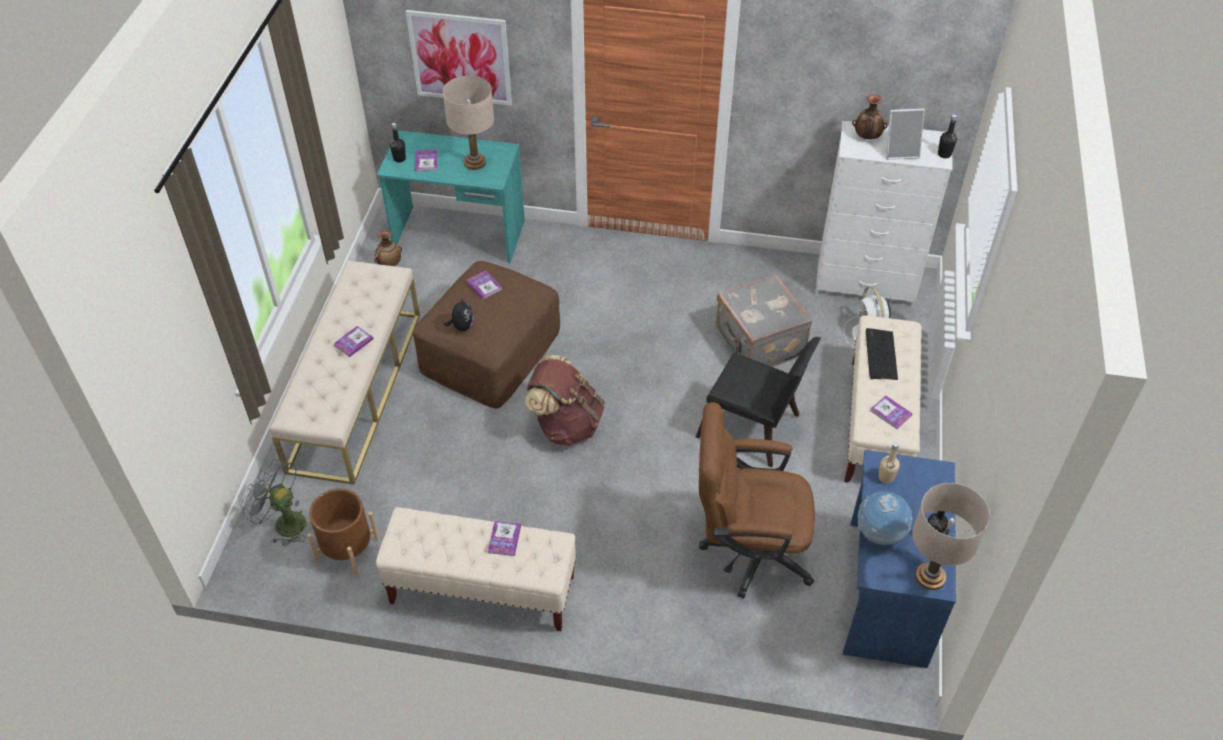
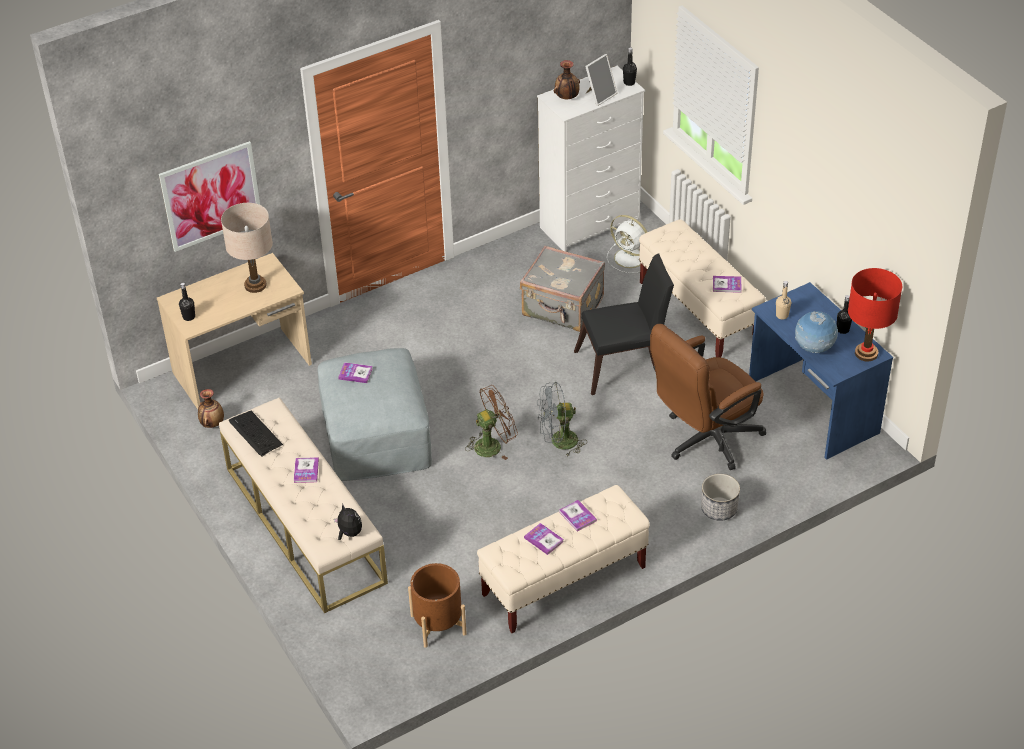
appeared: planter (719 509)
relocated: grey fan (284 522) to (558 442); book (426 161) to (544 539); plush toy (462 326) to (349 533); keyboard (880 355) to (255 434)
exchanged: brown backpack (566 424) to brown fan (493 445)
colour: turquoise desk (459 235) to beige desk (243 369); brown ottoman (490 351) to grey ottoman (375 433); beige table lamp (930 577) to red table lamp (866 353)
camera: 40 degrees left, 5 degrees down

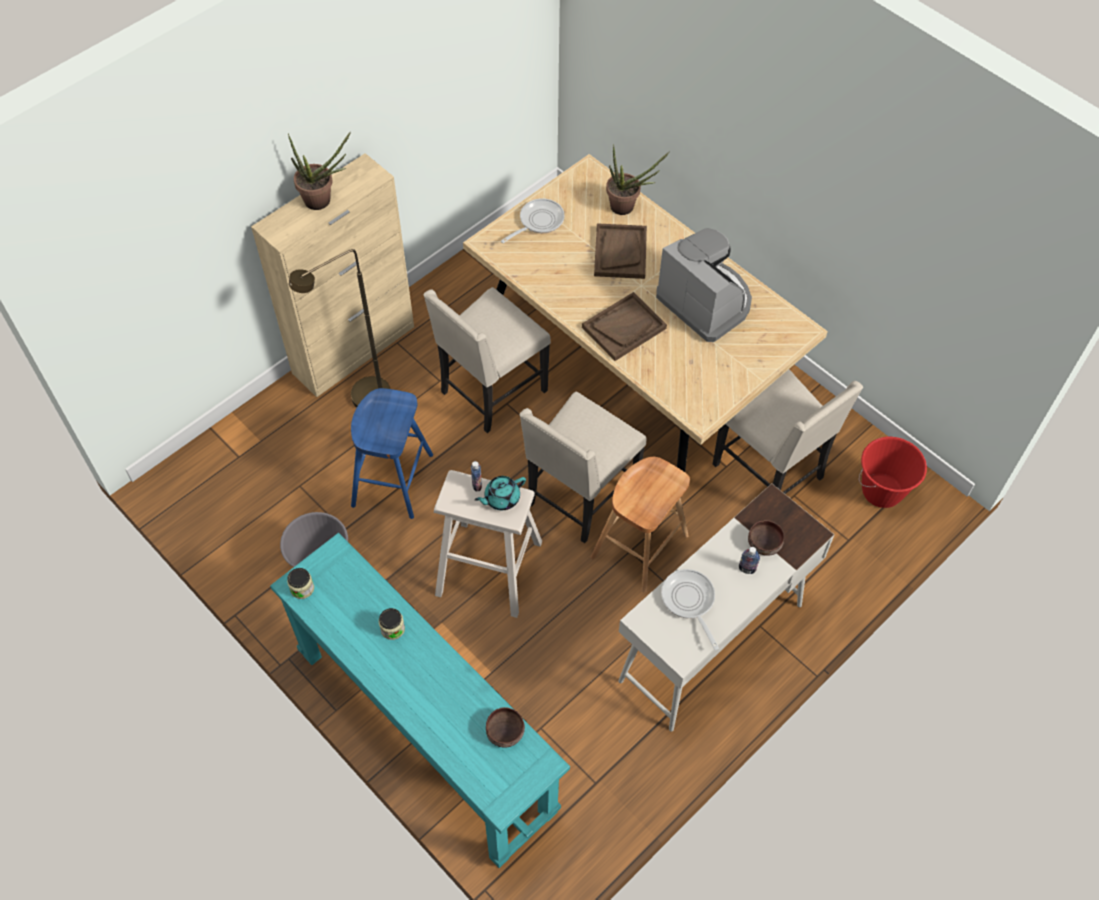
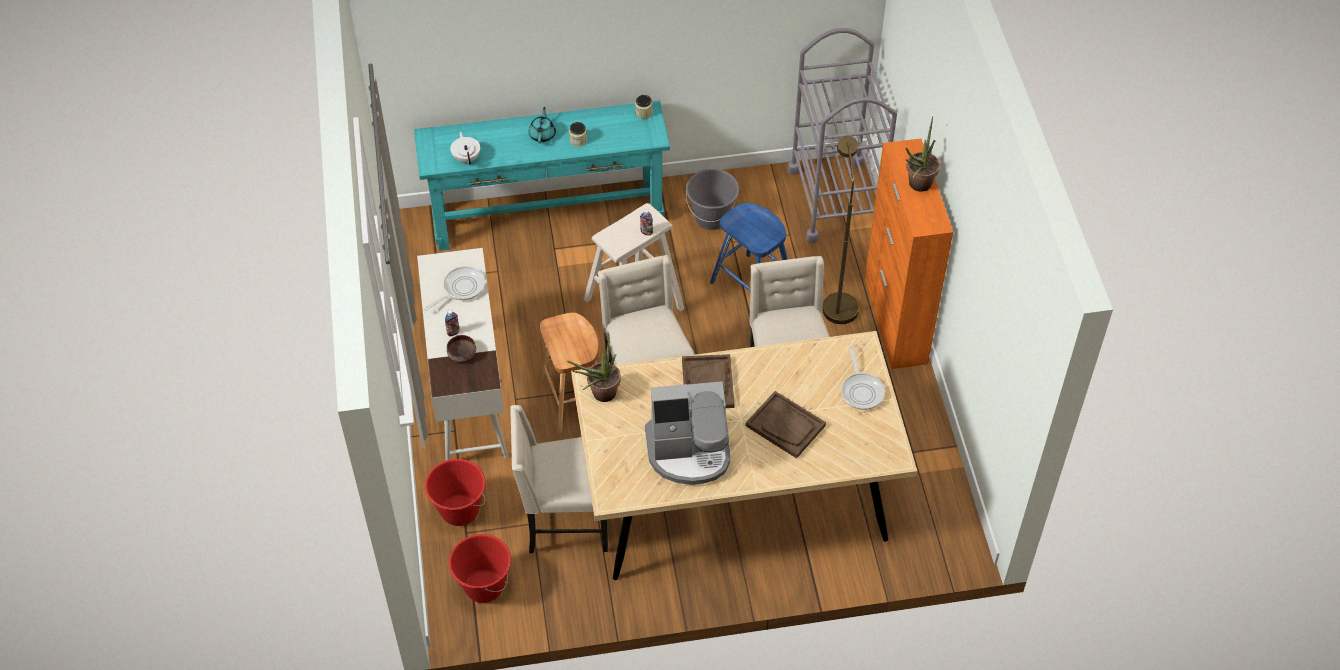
appeared: red bucket (459 510); grey cart (835 200)
relocated: turquoise teapot (501 498) to (542 134); potted plant (627 207) to (599 395)
exchanged: brown bowl (504 731) to white teapot (466 158)
colour: beige cabinet (354 349) to orange cabinet (895 321)
spun: frying pan (689 601) = (461 288) 60 degrees counterclockwise
camera: 125 degrees right, 5 degrees down

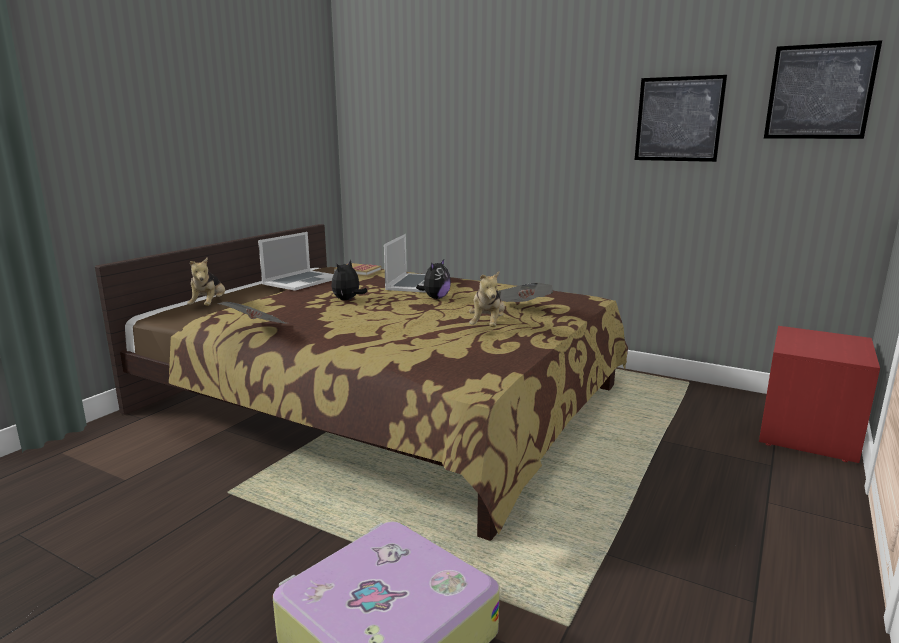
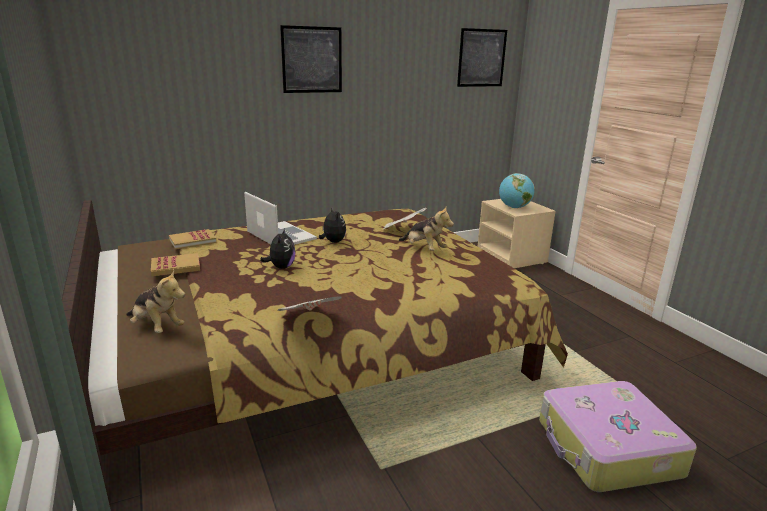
appeared: globe (514 207)
relocated: picture (678 119) to (312 60)
exchanged: laptop (301 281) to book (176 267)
colour: red nightstand (808 434) to beige nightstand (512 257)
spun: plush toy (348 300) = (281 267) 150 degrees counterclockwise
camera: 55 degrees left, 5 degrees up

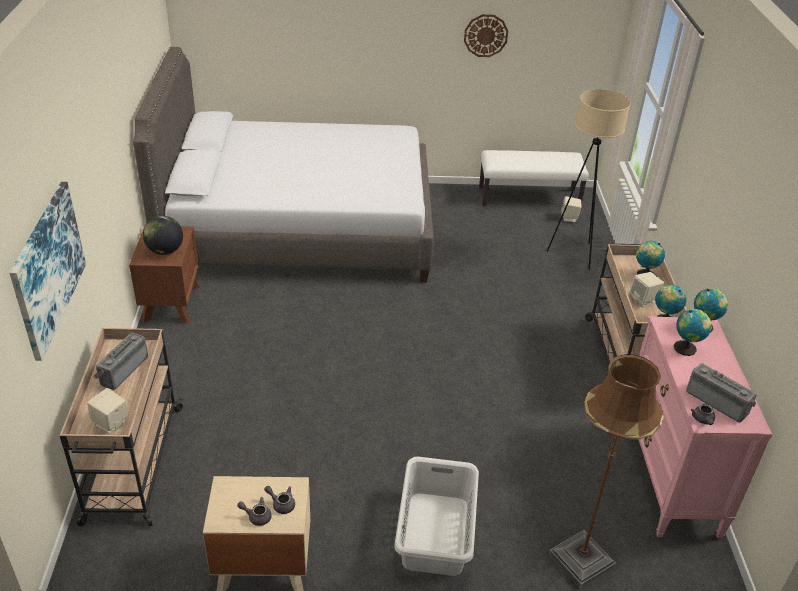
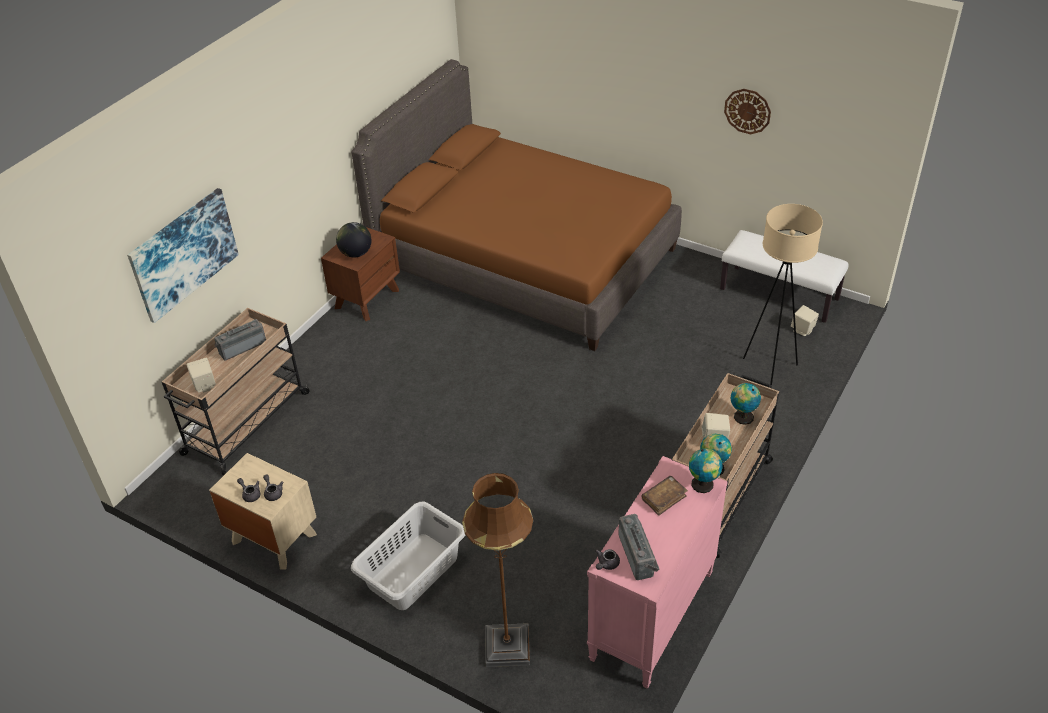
exchanged: globe (686 348) to brown book (664 498)
colour: grey bed (300 228) to brown bed (525 260)
camera: 35 degrees right, 5 degrees up

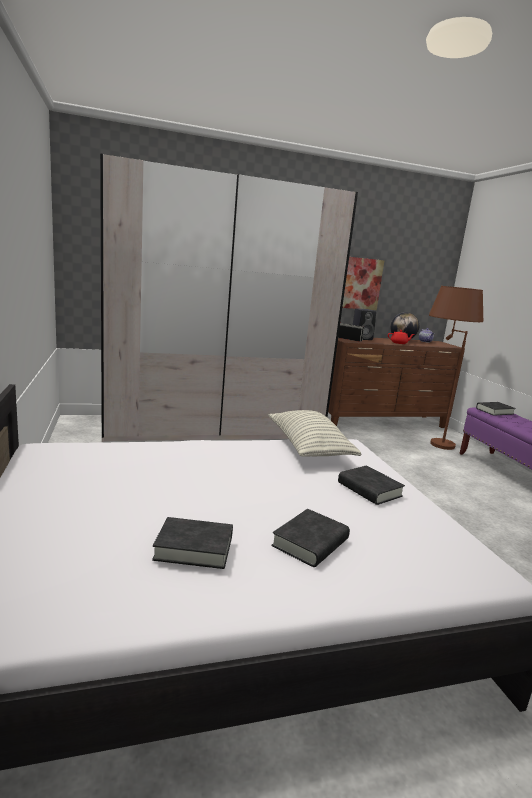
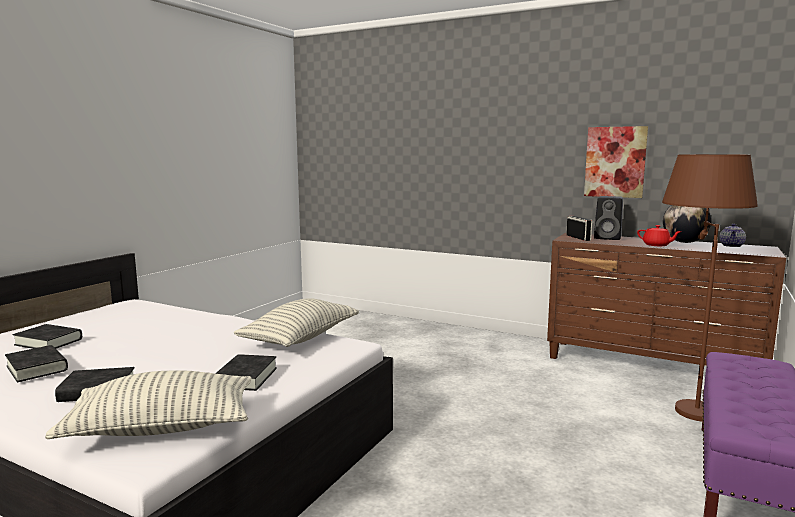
missing: beige wardrobe (214 427)
appeared: pillow (162 428)
relocated: black book (494 411) to (48 342)
camera: 45 degrees right, 5 degrees down

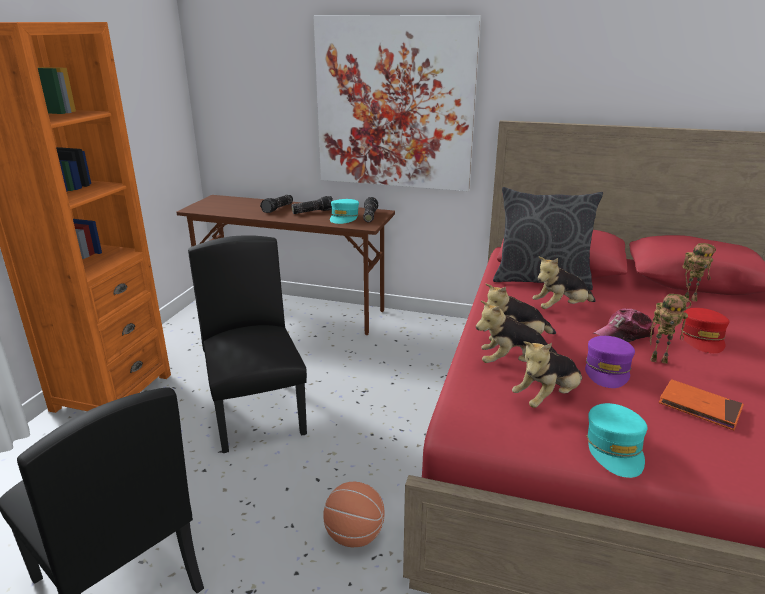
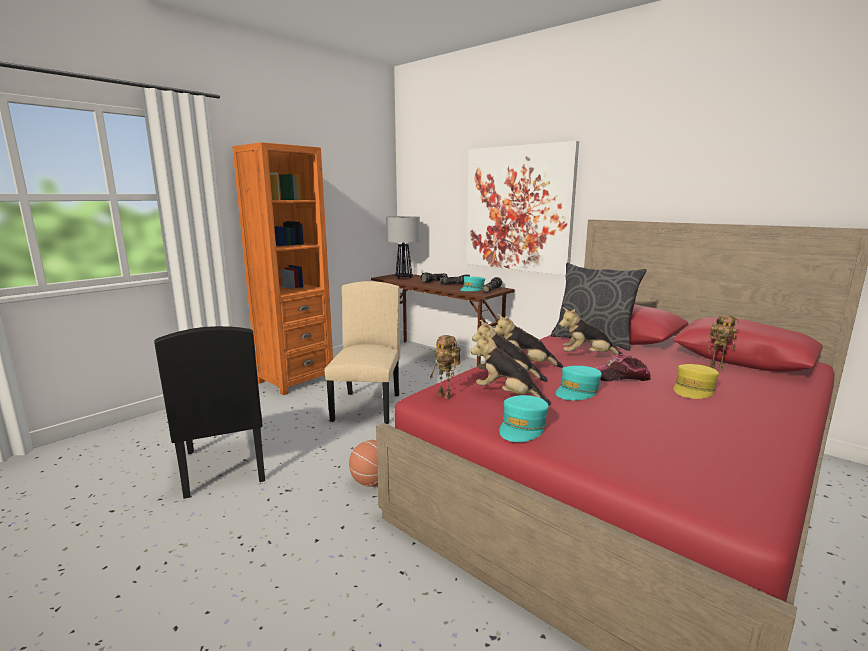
missing: orange book (699 407)
appeared: table lamp (403 277)
relocated: toy robot (659 360) to (446 396)
colour: black chair (258 414) to beige chair (367 407); purple cap (607 370) to turquoise cap (577 391); red cap (702 338) to yellow cap (694 389)
spun: plush toy (547 398) = (507 395) 45 degrees clockwise
camera: 25 degrees right, 10 degrees down

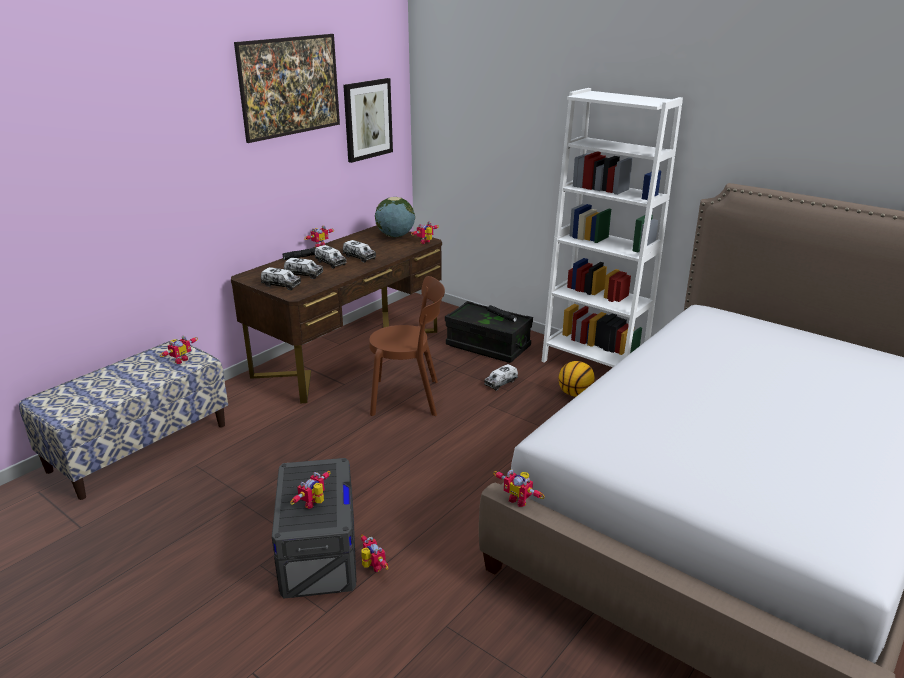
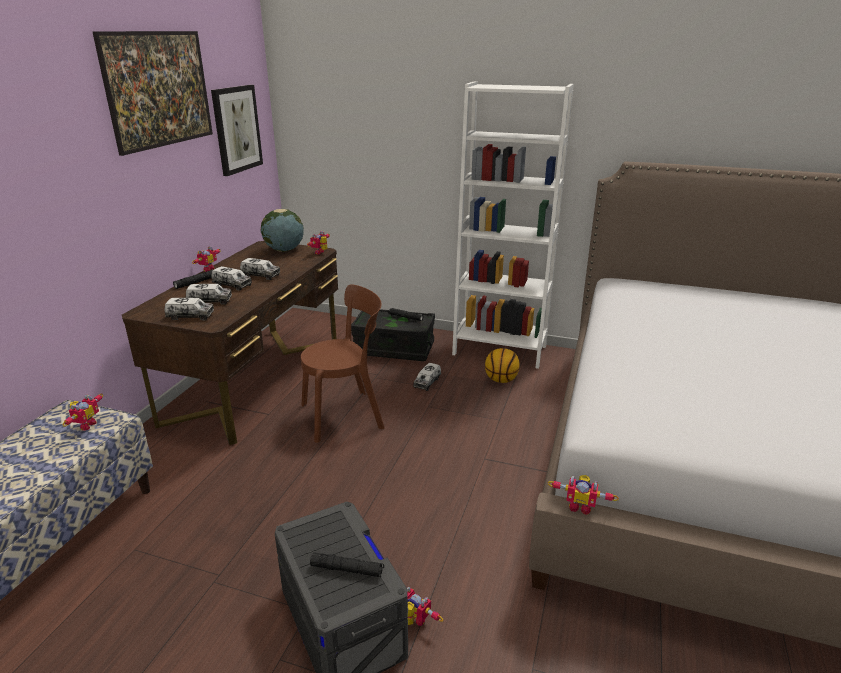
exchanged: toy robot (315 504) to black flashlight (347 569)
camera: 20 degrees left, 0 degrees up

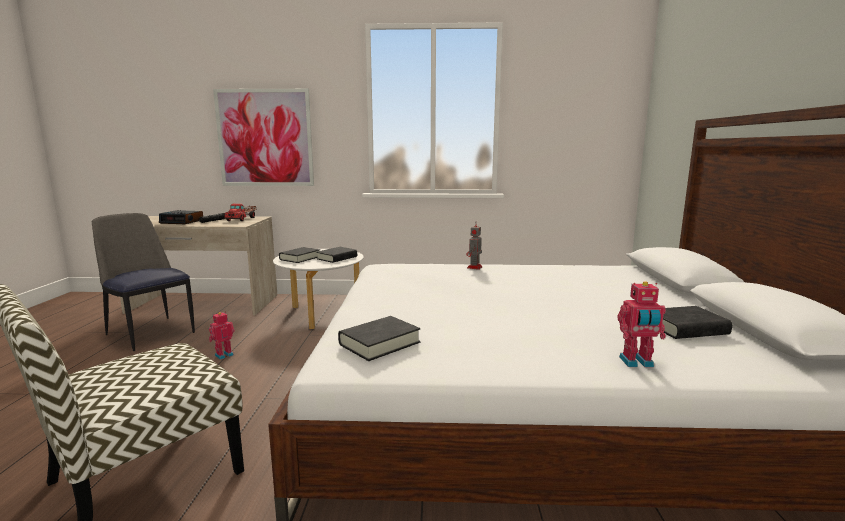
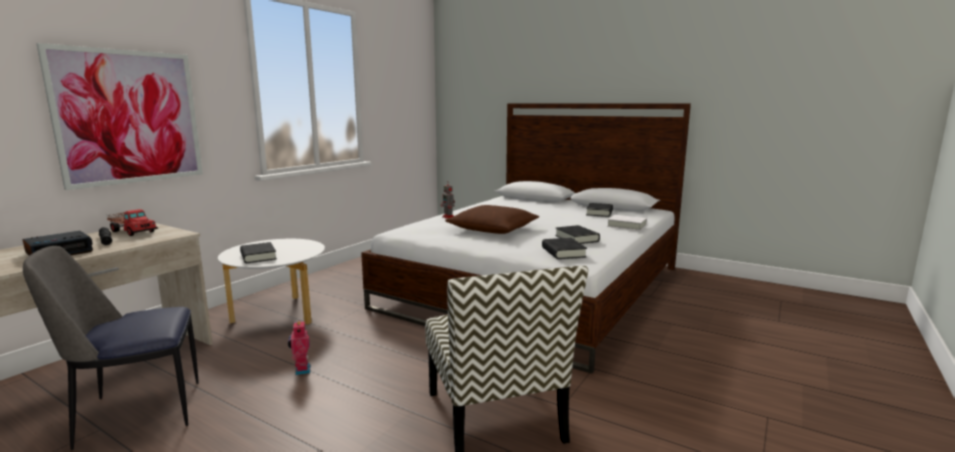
appeared: brown pillow (493 229)
relocated: black book (337 258) to (577 238)
exchanged: toy robot (637 363) to white book (626 226)
camera: 60 degrees left, 0 degrees up

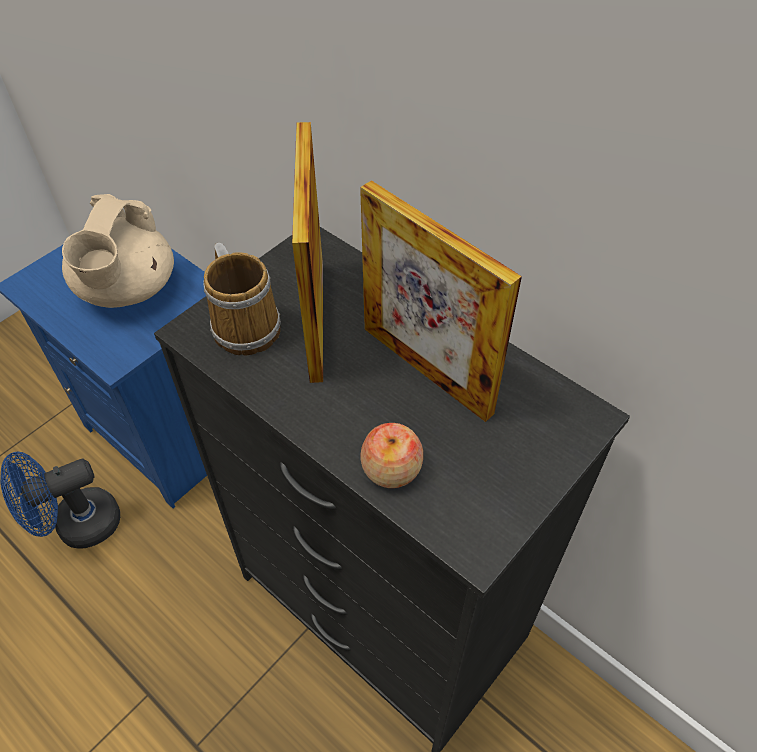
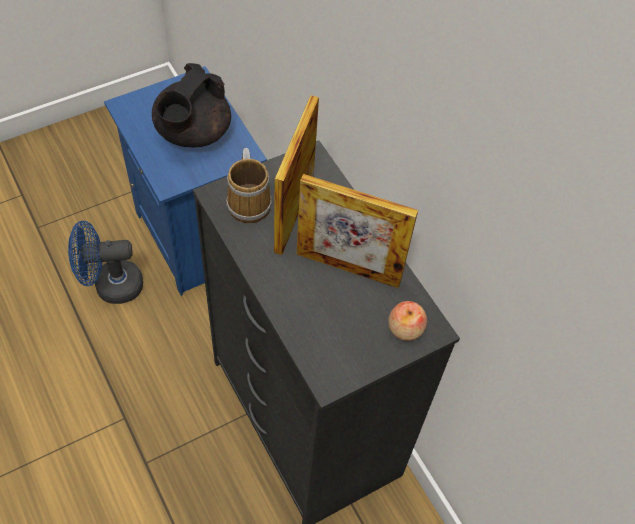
relocated: apple (391 469) to (405 328)
colour: beige teapot (127 290) to black teapot (192 133)
spun: picture frame (426 369) = (348 267) 45 degrees counterclockwise
camera: 15 degrees right, 5 degrees up

